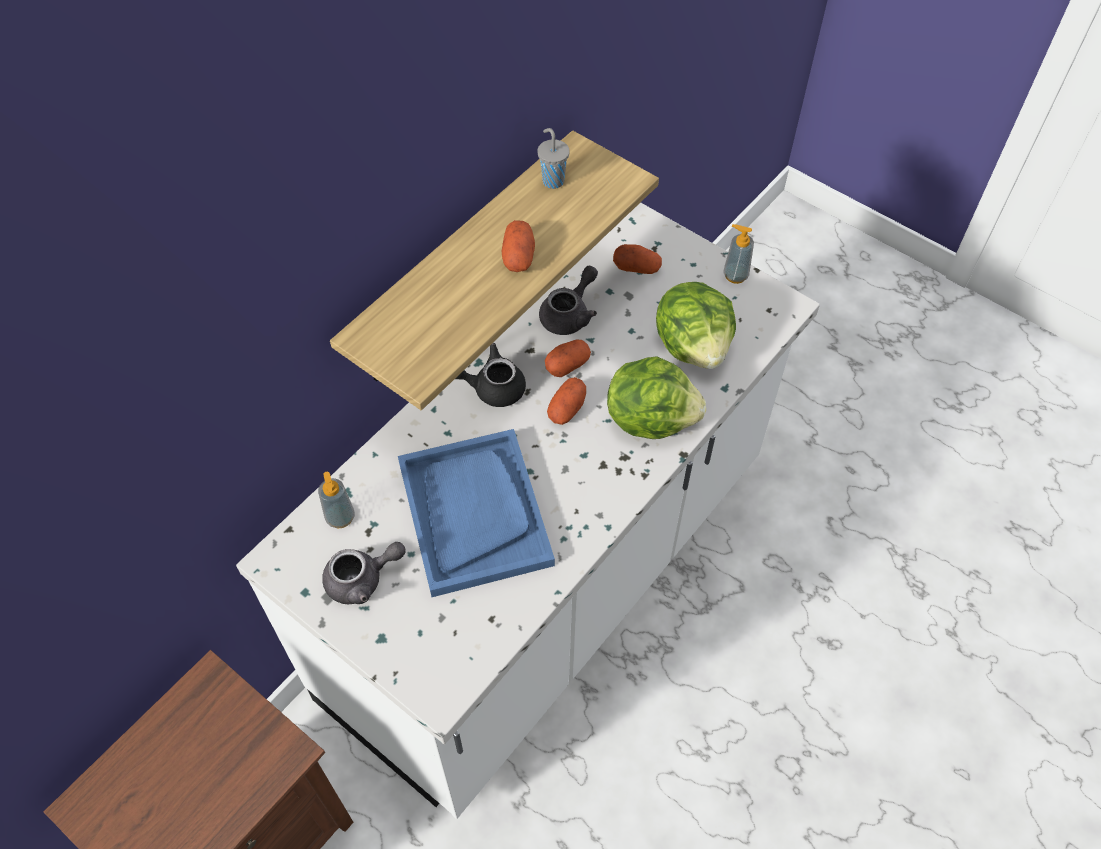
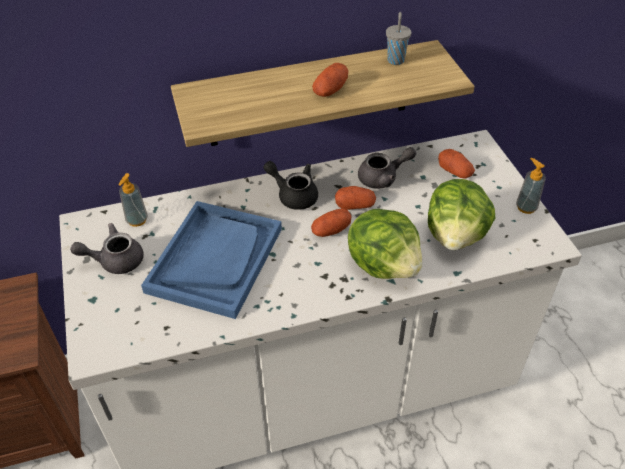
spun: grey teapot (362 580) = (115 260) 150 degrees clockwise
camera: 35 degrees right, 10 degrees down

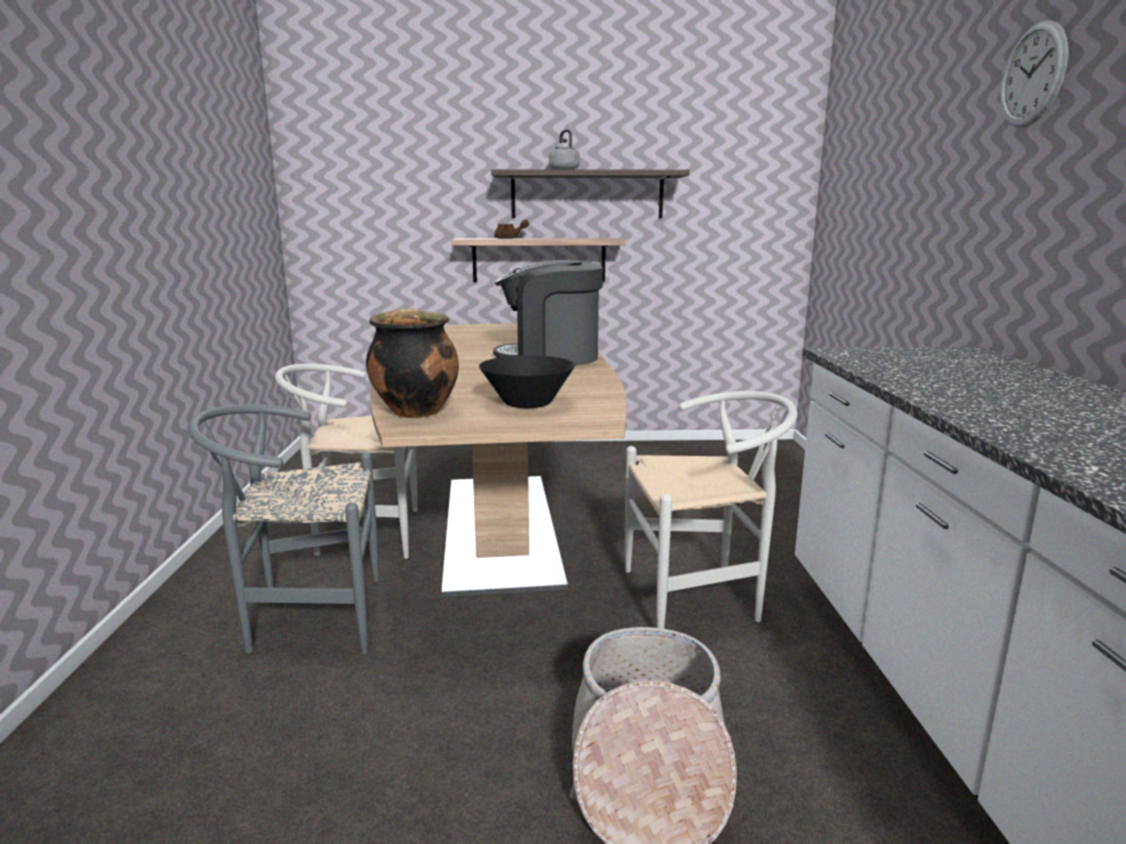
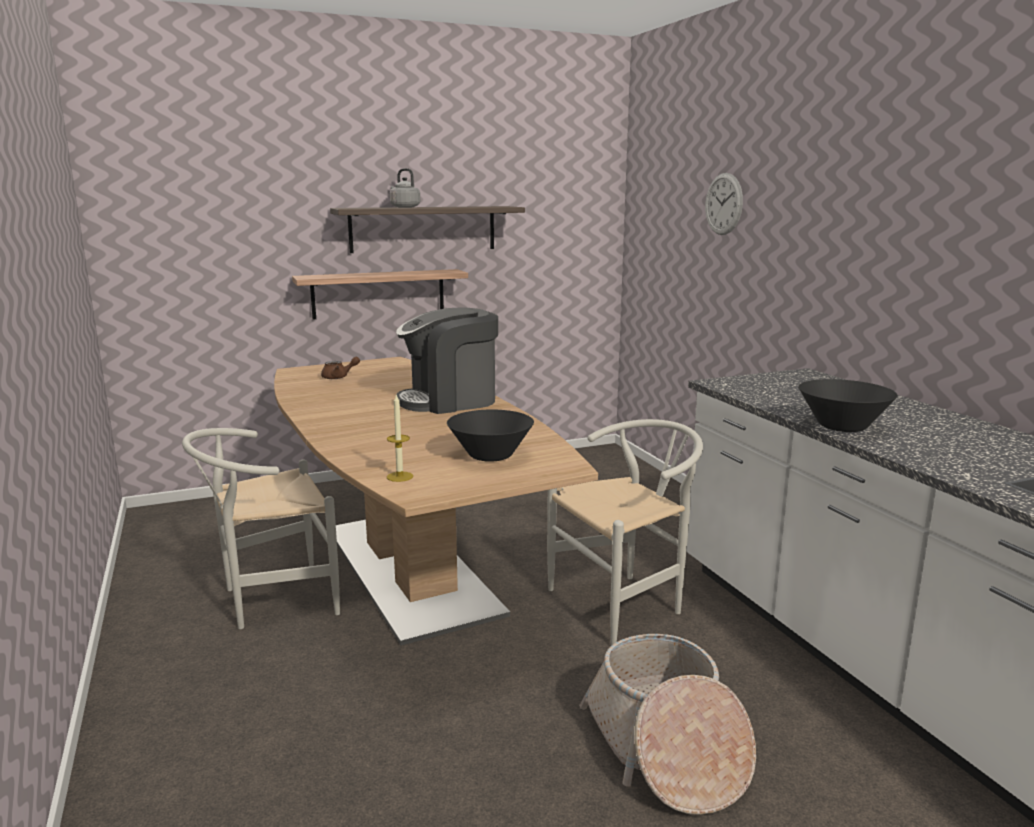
missing: grey chair (305 618)
appeared: black bowl (842 427)
relocated: brown teapot (509 238) to (339 377); wall clock (1032 75) to (723 204)
exchanged: cooking pot (414 411) to candle (400 476)
camera: 20 degrees left, 0 degrees up

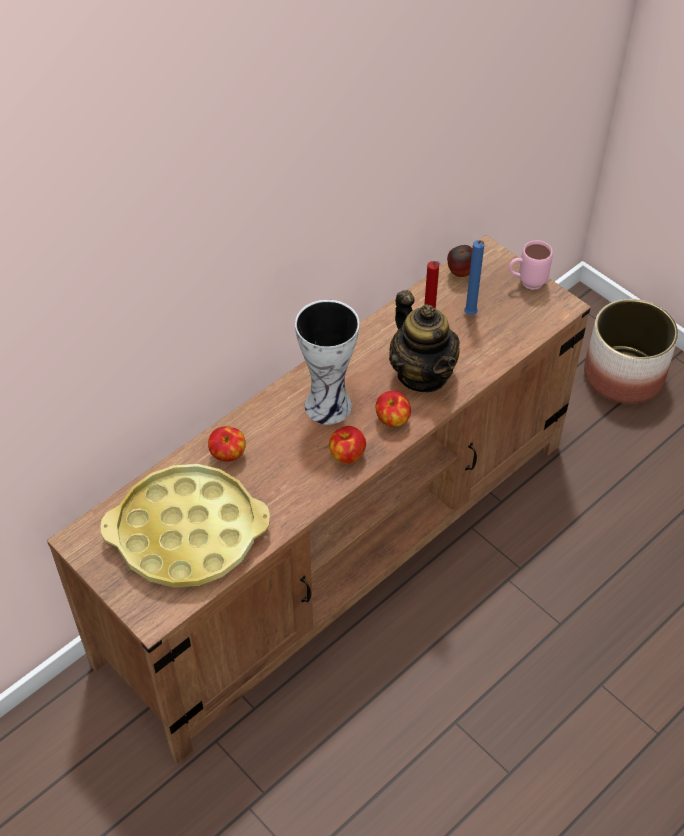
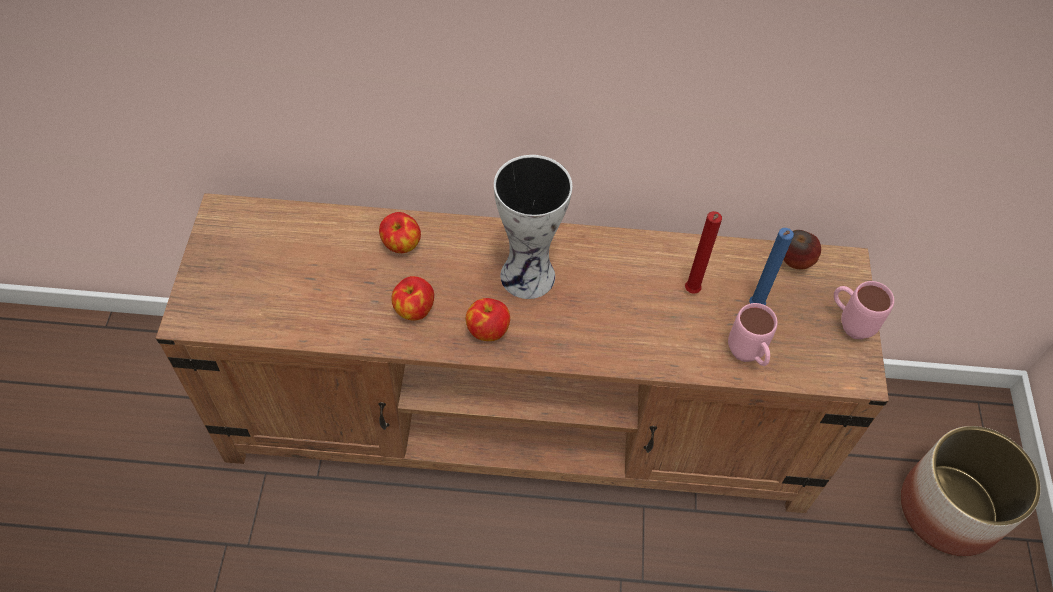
missing: yellow tray (187 533); teapot (422 374)
appeared: pink mug (747 357)
relocated: apple (392 420) to (414 310)
camera: 45 degrees right, 5 degrees up

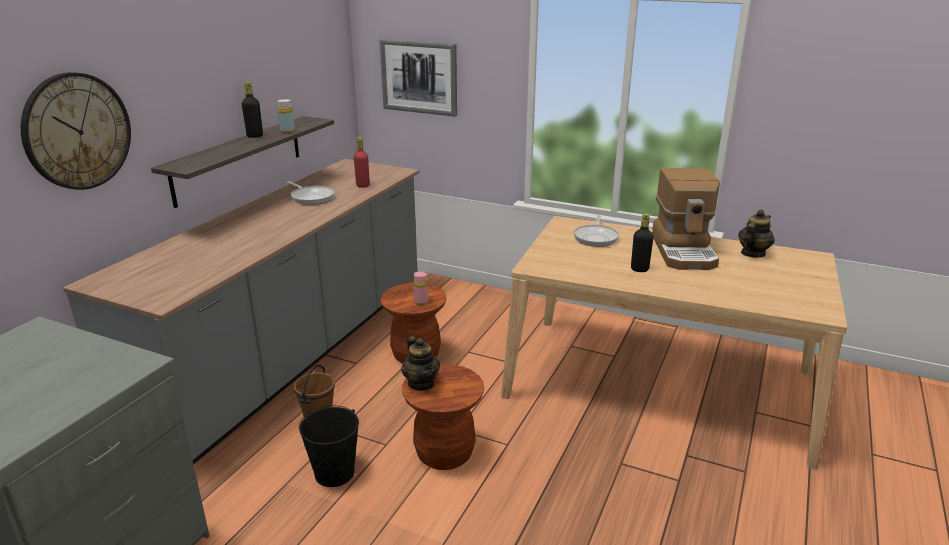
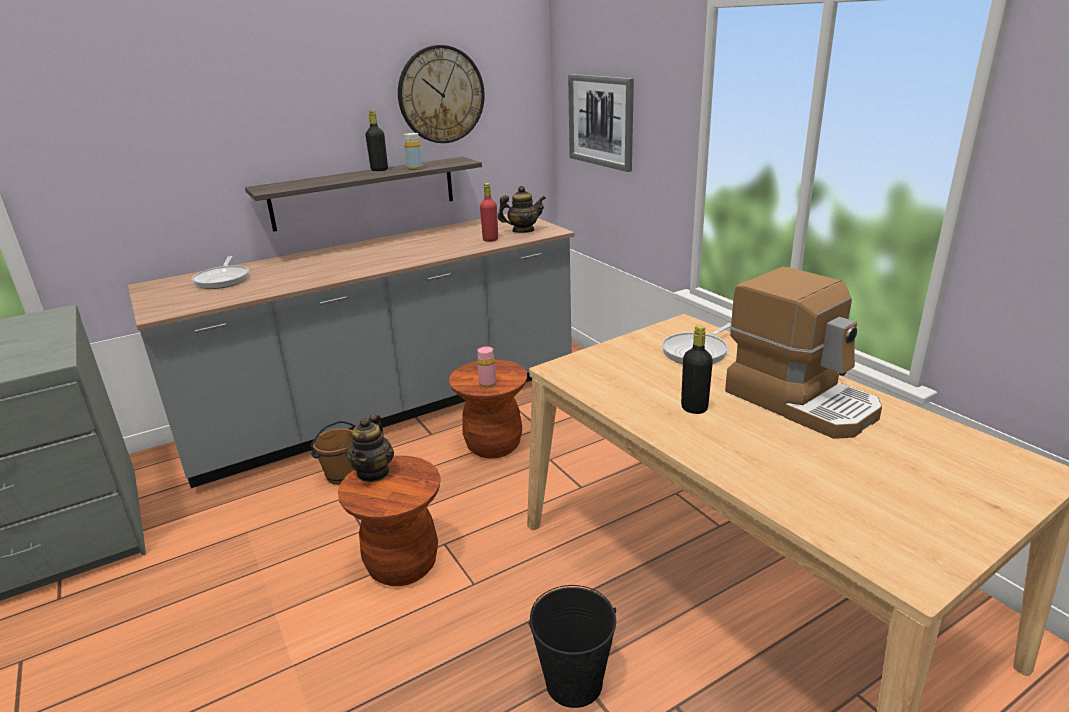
relocated: wall clock (77 131) to (441 95); frying pan (311 197) to (223 279); black bucket (335 473) to (574 683); teapot (752 253) to (523 231)
spun: coffee machine (684 251) = (801 401) 75 degrees counterclockwise
camera: 35 degrees right, 0 degrees up

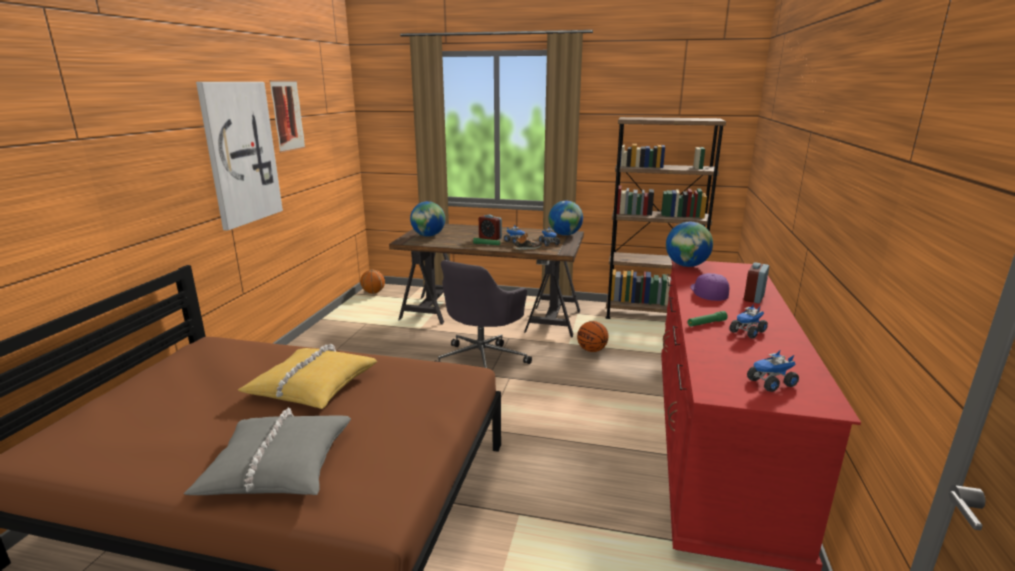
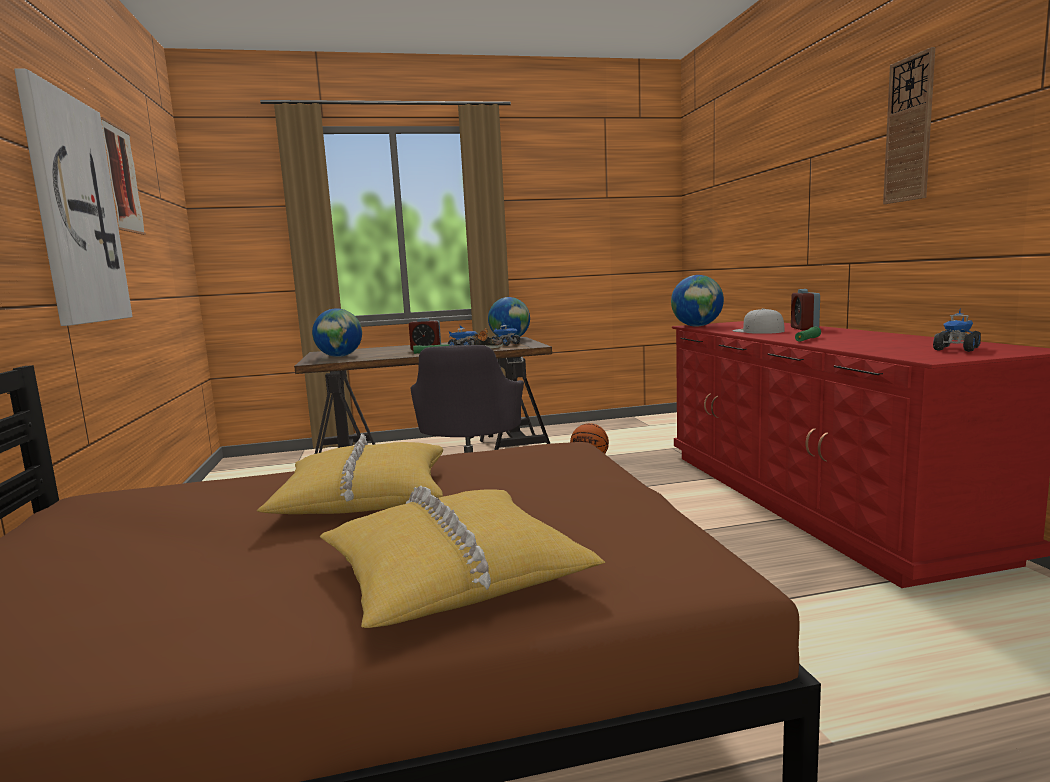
missing: basketball (373 292); brown bookcase (651 315); toy truck (747 332)
appeared: wall clock (909 130)
colour: grey pillow (277 466) to yellow pillow (452 574); purple cap (708 291) to white cap (757 331)
camera: 25 degrees left, 10 degrees down

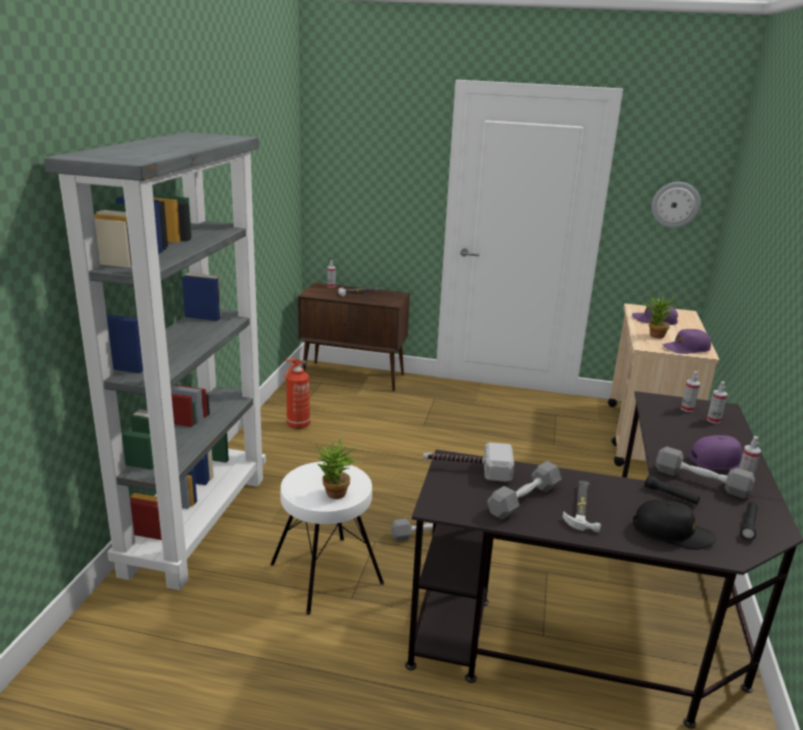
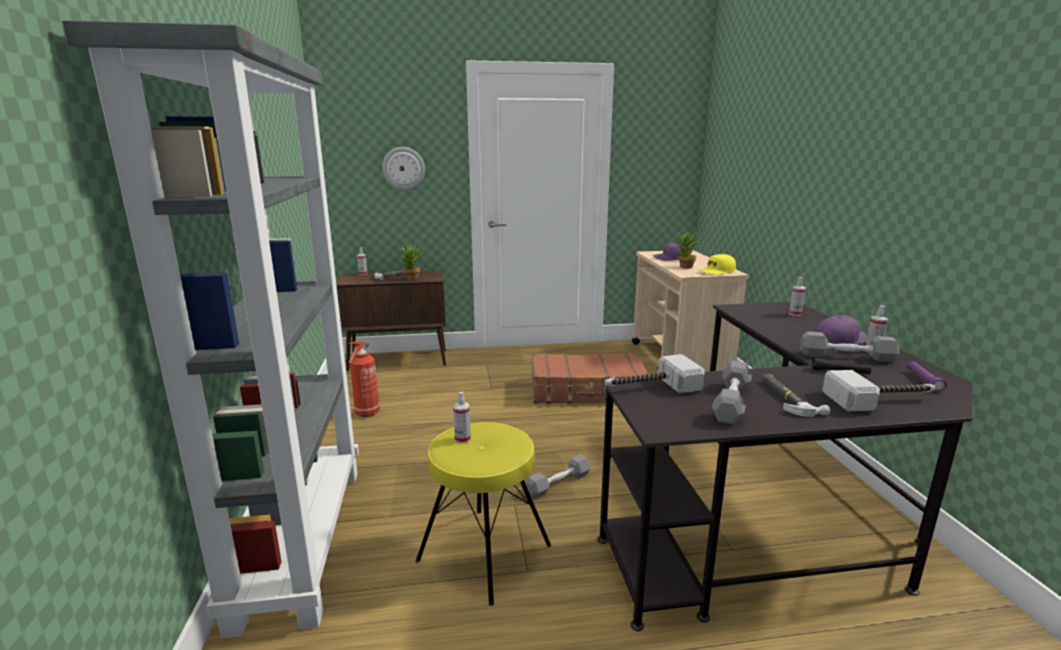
appeared: brown suitcase (587 391)
relocated: potted plant (335 496) to (412 279); wall clock (675 204) to (404 168); spray bottle (687 409) to (462 439)
exchanged: black cap (672 533) to hammer (881 400)
colour: white stool (326 573) to yellow stool (484 552); purple cap (686 348) to yellow cap (717 271); black flashlight (748 525) to purple flashlight (923 381)
camera: 20 degrees left, 5 degrees down

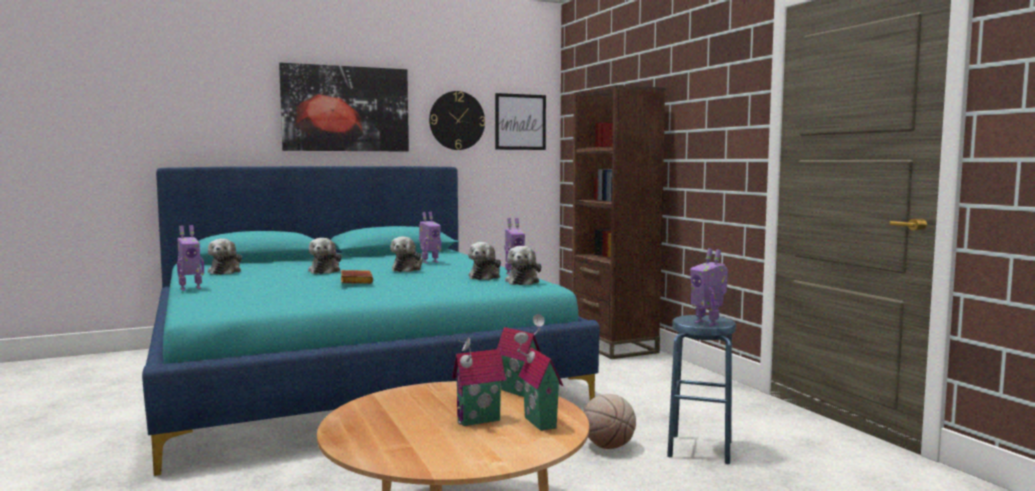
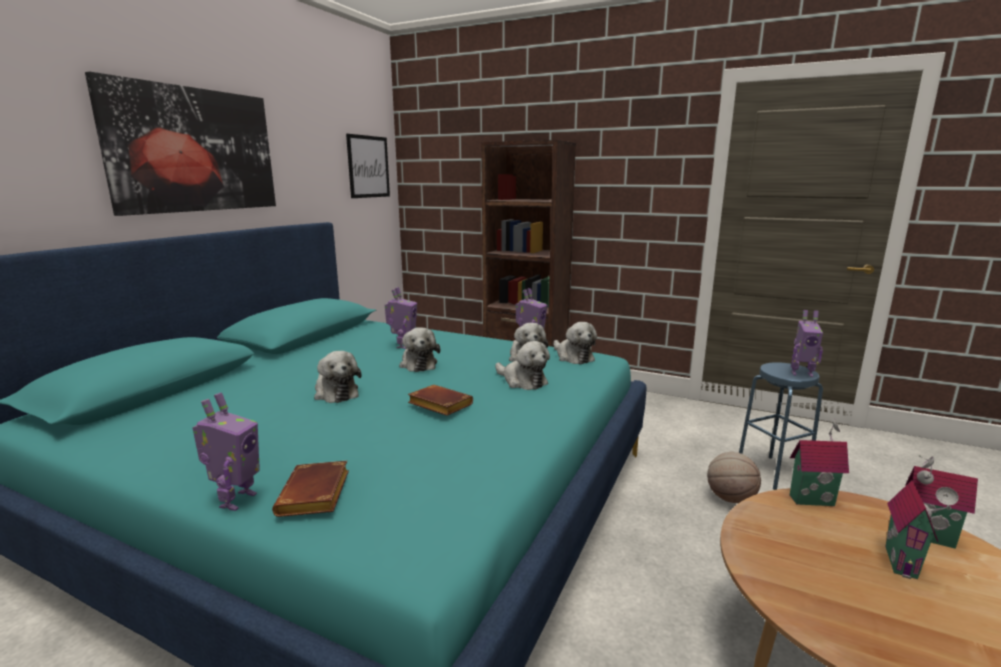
missing: wall clock (457 120)
appeared: brown book (316 496)
relocated: plush toy (225 271) to (522 381)
camera: 40 degrees left, 10 degrees up

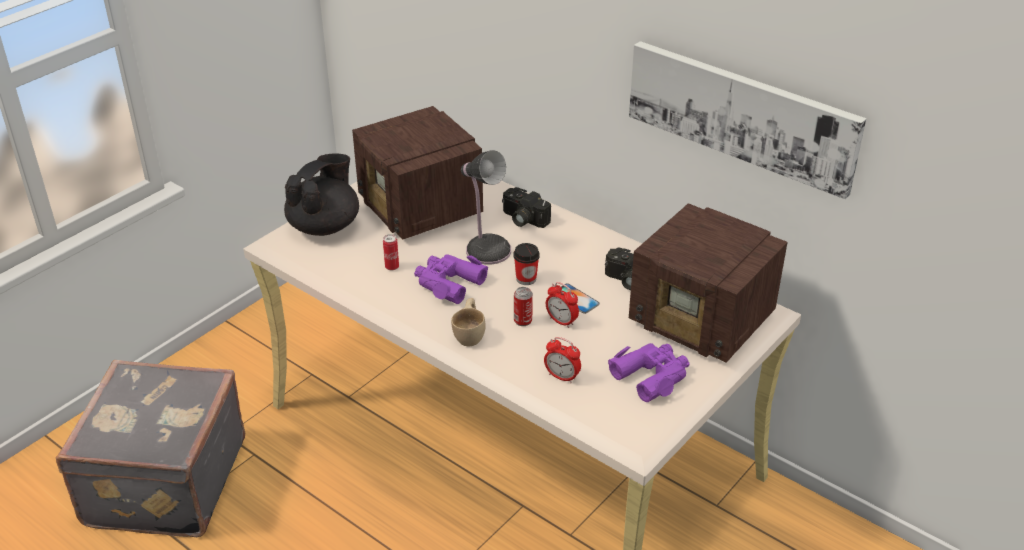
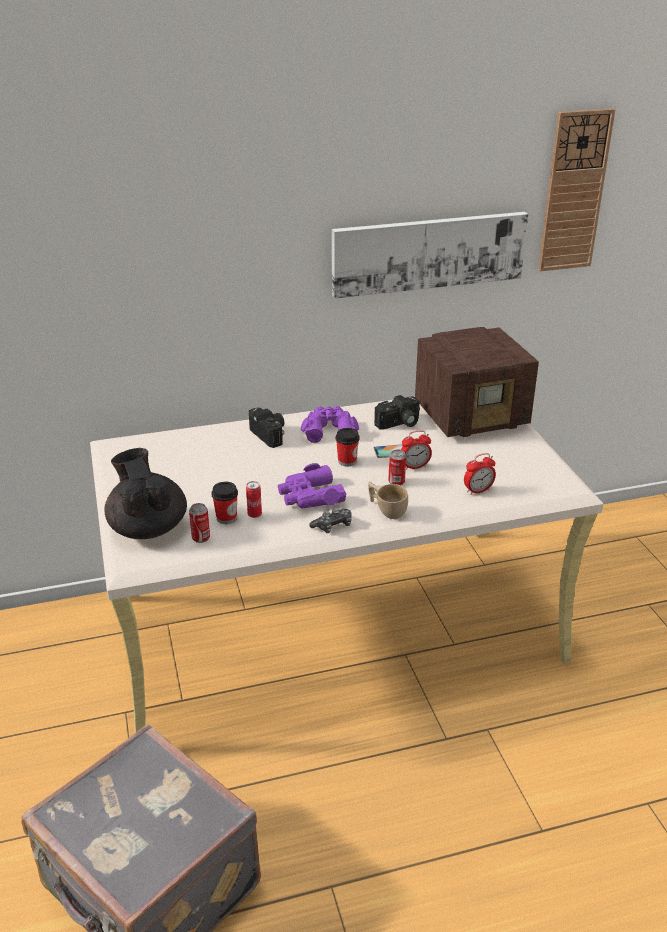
missing: radio (420 209); table lamp (486 249)
appeared: can (201 538); cup (226 518); game controller (333 526); wall clock (574 192)
relocated: purple binoculars (651 376) to (329 429)
spun: photo camera (523 219) = (271 434) 105 degrees counterclockwise
camera: 55 degrees left, 5 degrees down

